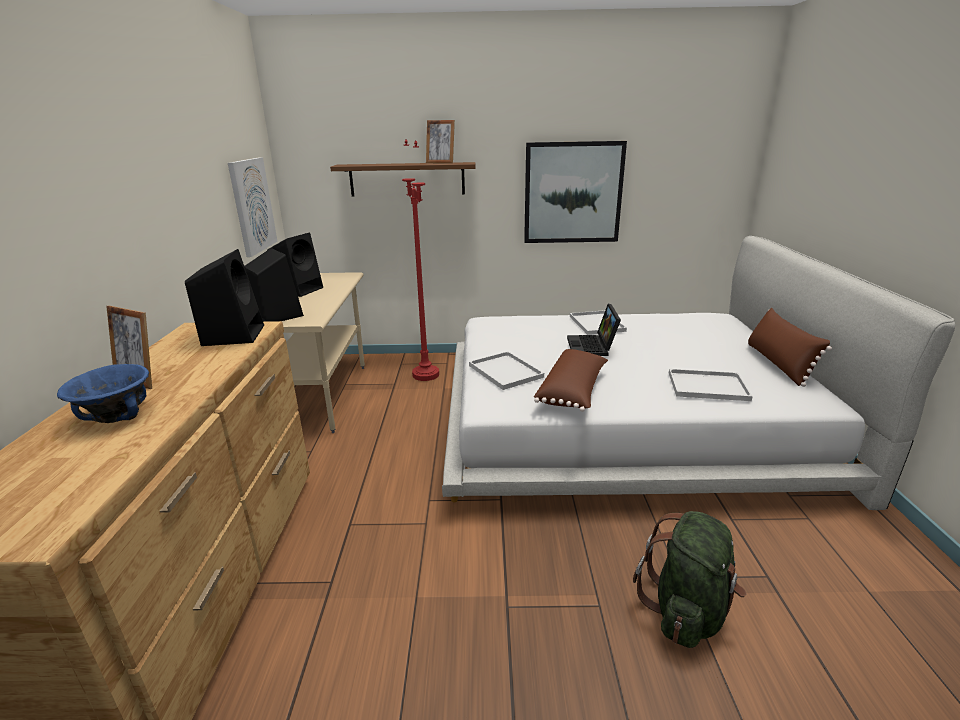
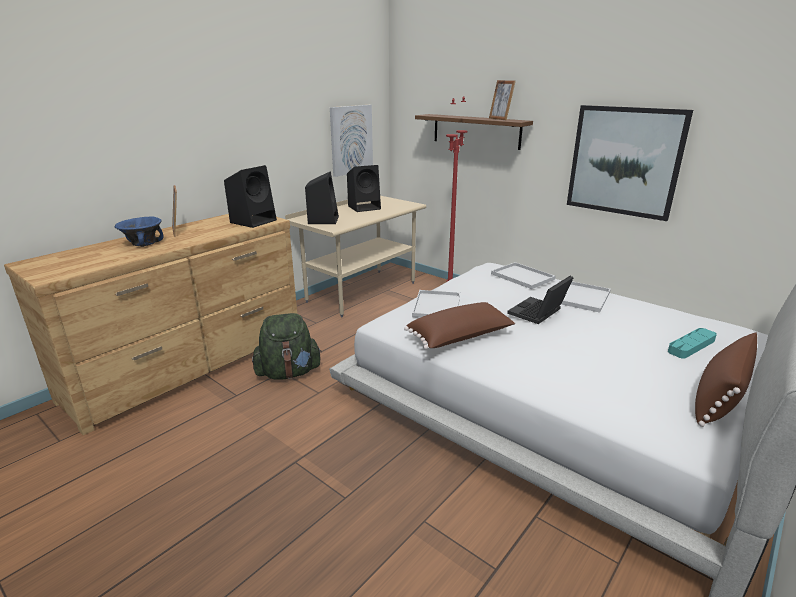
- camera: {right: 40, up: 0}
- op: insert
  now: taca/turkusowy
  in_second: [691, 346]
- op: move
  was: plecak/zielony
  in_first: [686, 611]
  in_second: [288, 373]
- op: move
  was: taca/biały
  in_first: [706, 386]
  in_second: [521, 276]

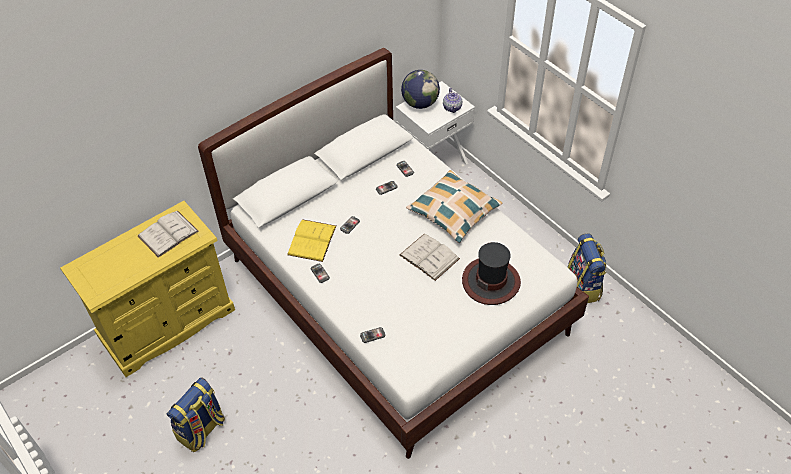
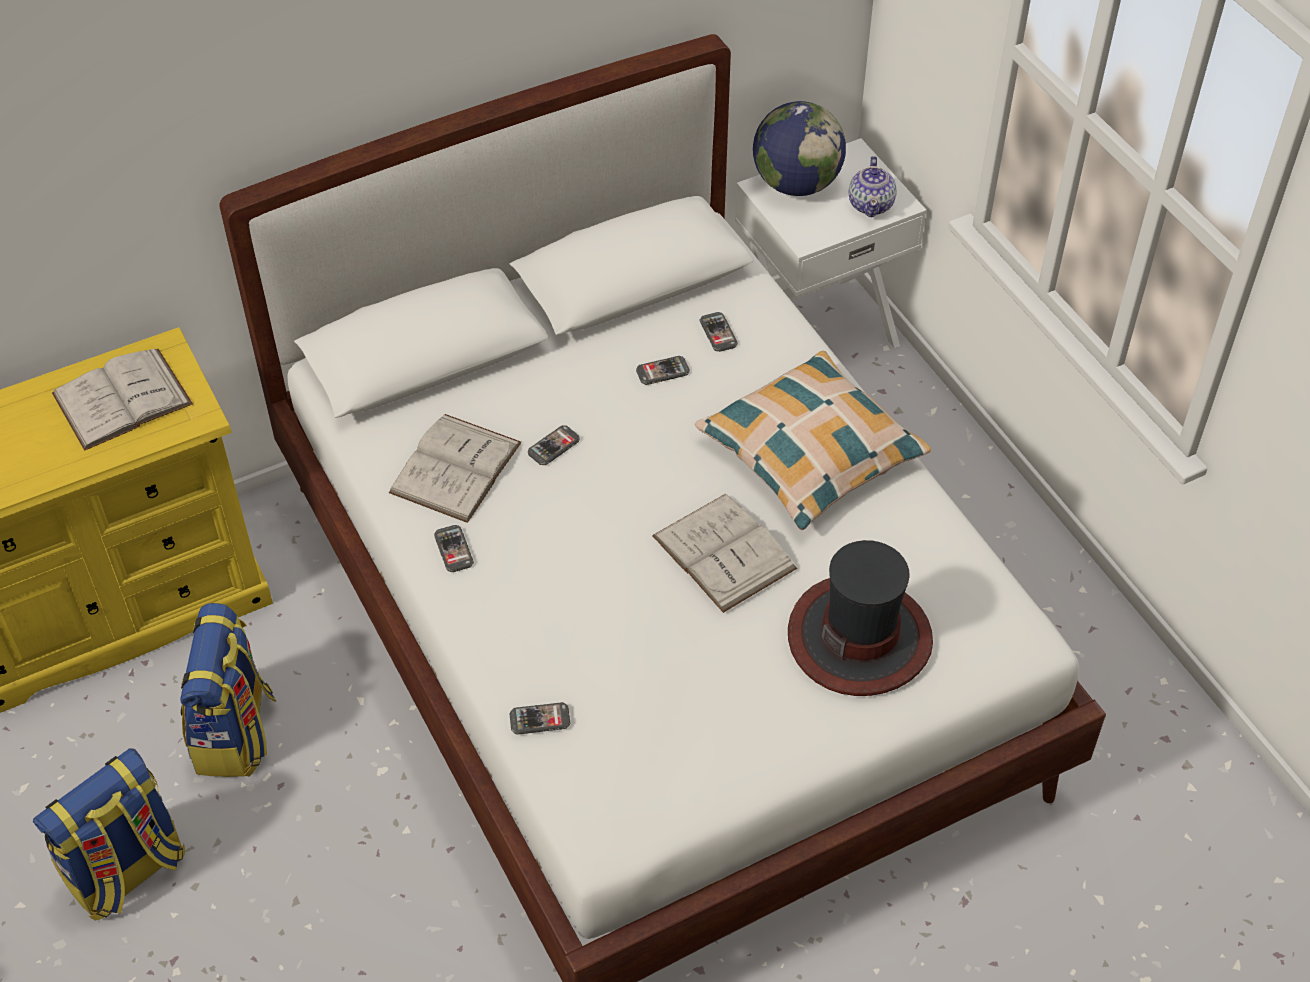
- camera: {right: 10, up: 0}
- op: move
  was: plecak
  in_first: [583, 287]
  in_second: [235, 734]
- op: recolor
  was: książka/żółty
  now: książka/biały
  in_first: [312, 240]
  in_second: [456, 467]

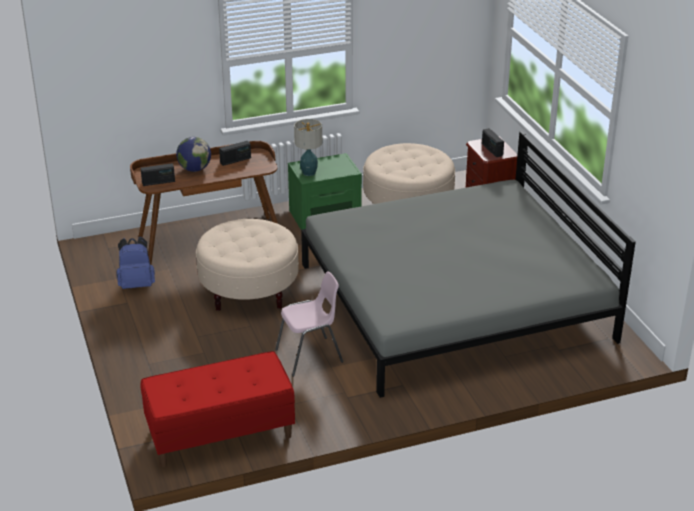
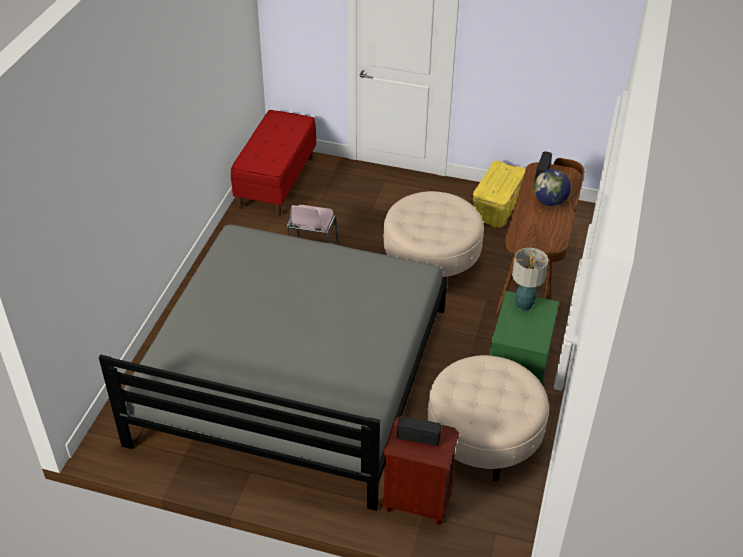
- camera: {right: 125, up: 10}
- op: delete
  was: radio
  in_first: [235, 160]
- op: replace
  was: plecak/niebieski
  now: pojemnik do przechowywania/żółty
  in_first: [137, 284]
  in_second: [496, 210]

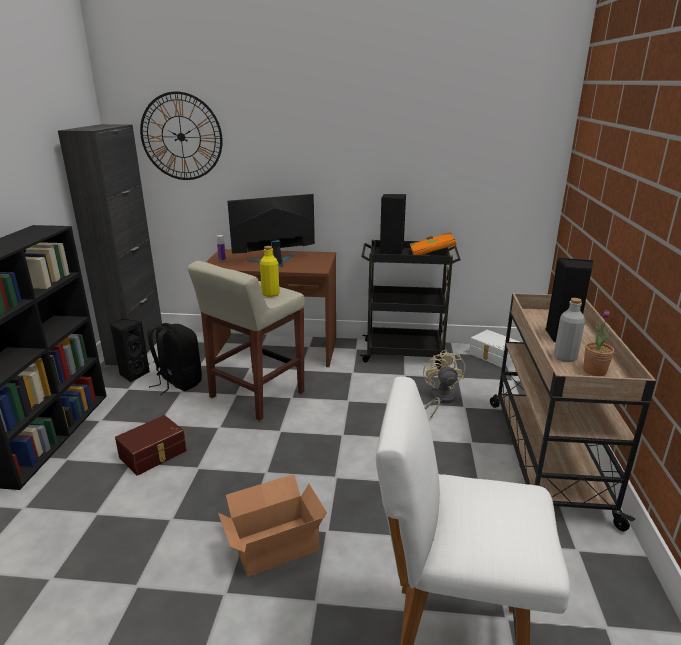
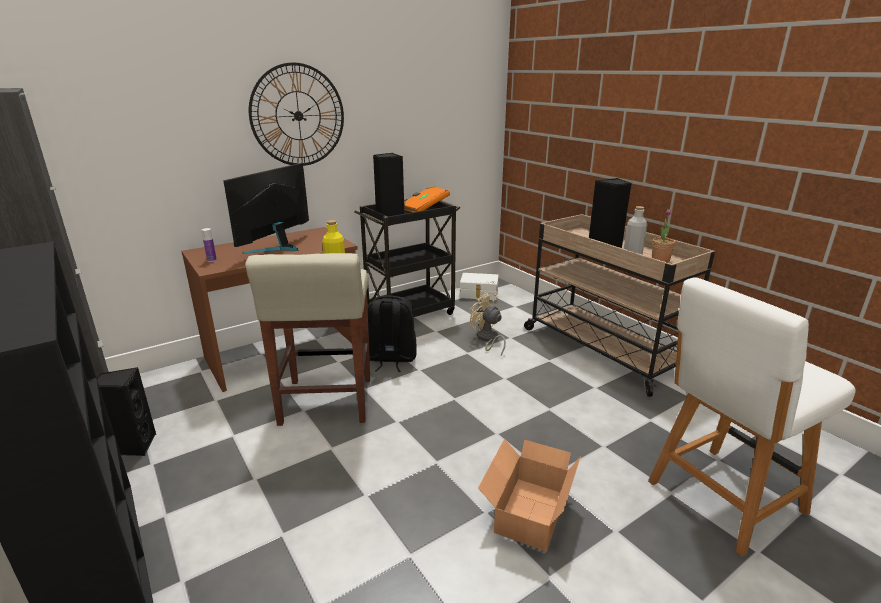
- camera: {right: -40, up: 0}
- op: delete
  was: pojemnik do przechowywania/brązowy
  in_first: [154, 454]
- op: move
  was: zegar ścienny
  in_first: [181, 137]
  in_second: [298, 115]
- op: move
  was: plecak/czarny
  in_first: [178, 383]
  in_second: [391, 359]

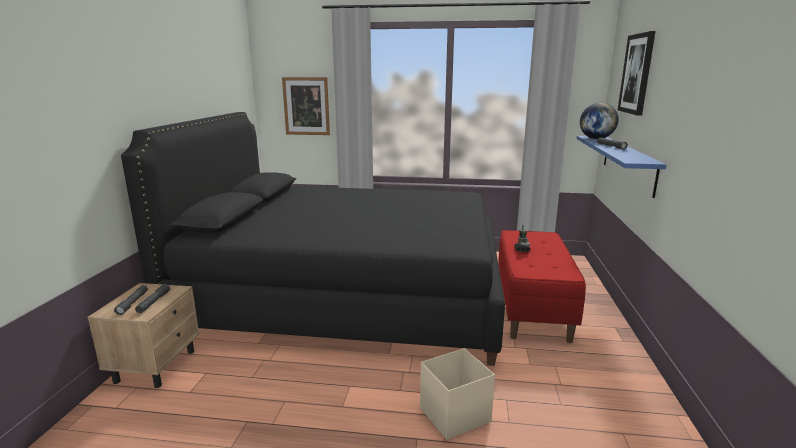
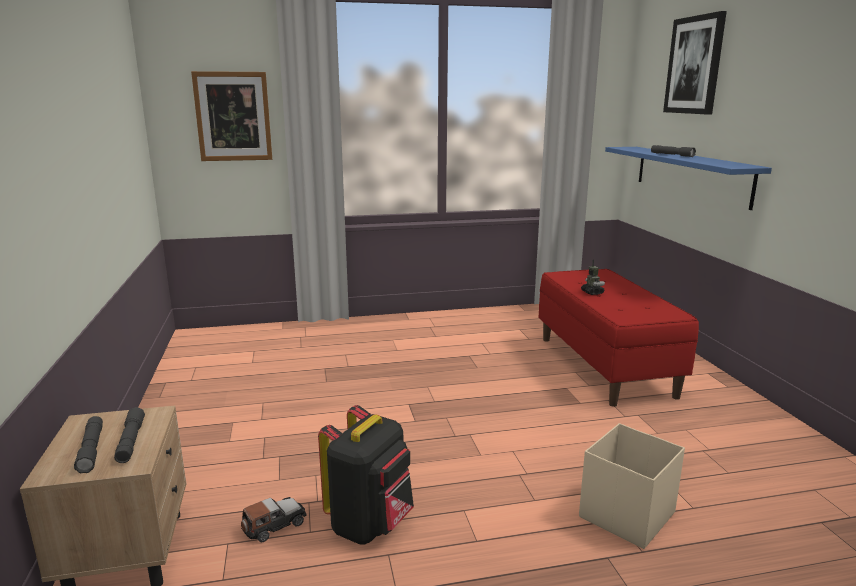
- camera: {right: -20, up: 0}
- op: delete
  was: łóżko/czarny
  in_first: [348, 296]
- op: delete
  was: globus
  in_first: [596, 139]
- op: insert
  now: samochodzik
  in_second: [274, 525]
- op: insert
  now: plecak/czarny
  in_second: [370, 524]

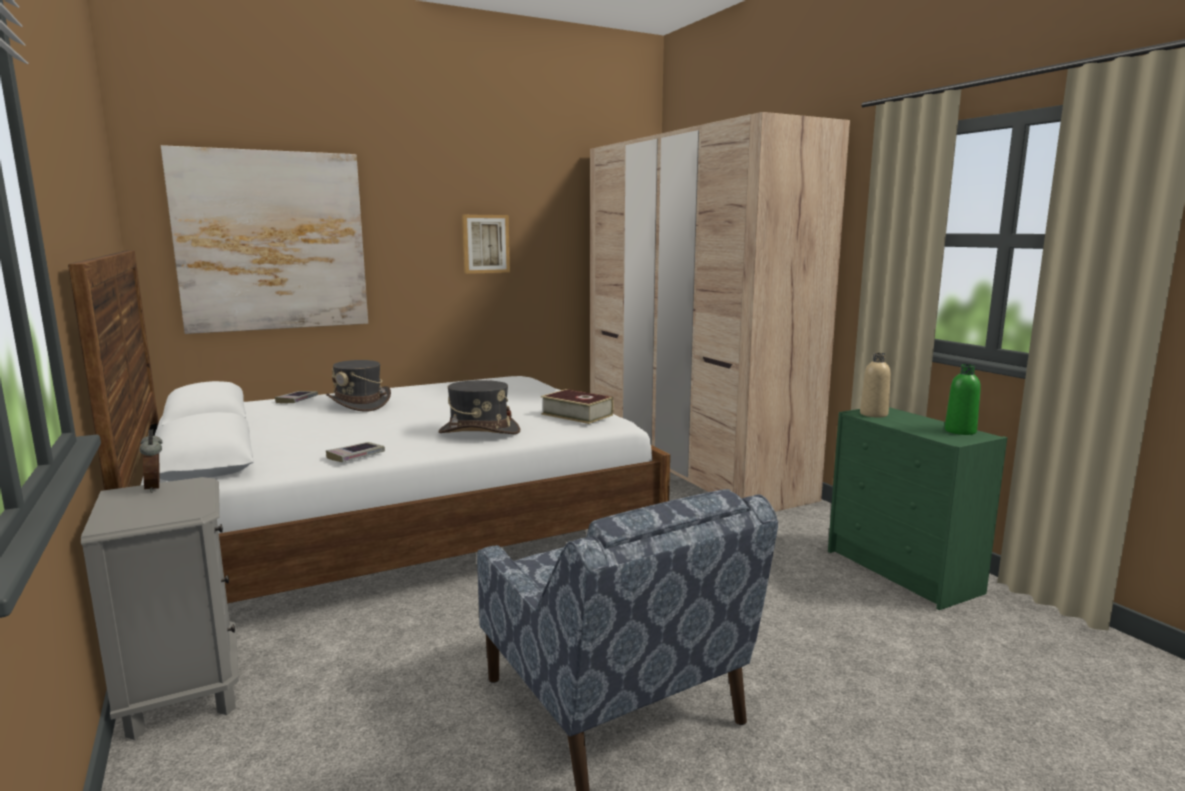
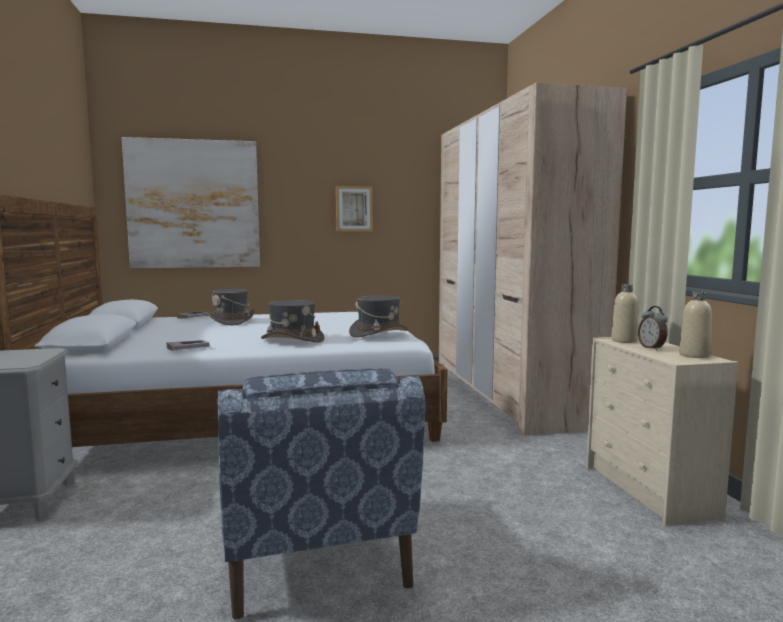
- camera: {right: 15, up: -5}
- op: move
  was: budzik
  in_first: [156, 487]
  in_second: [652, 348]
- op: replace
  was: książka
  now: kapelusz/szary
  in_first: [577, 414]
  in_second: [378, 333]
- op: recolor
  was: komoda/zielony
  now: komoda/beżowy
  in_first: [904, 572]
  in_second: [650, 491]
- op: recolor
  was: butelka/zielony
  now: butelka/beżowy
  in_first: [960, 431]
  in_second: [694, 355]

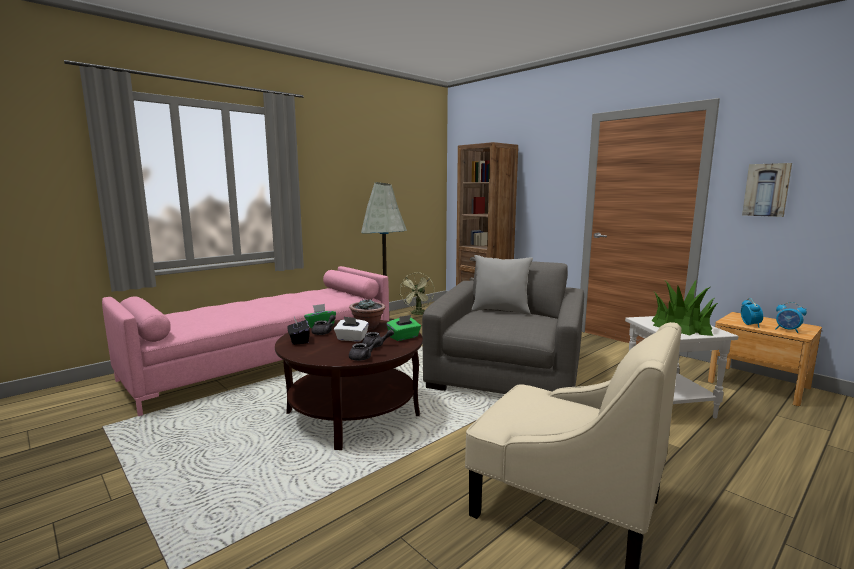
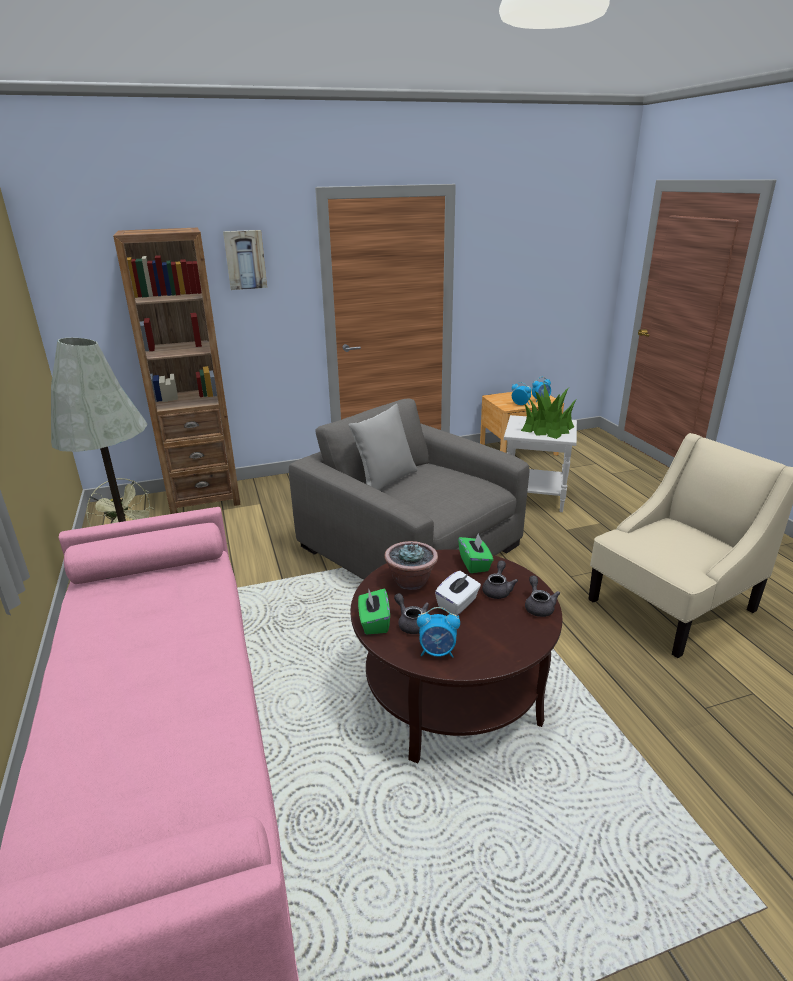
- camera: {right: -65, up: 15}
- op: move
  was: obraz
  in_first: [766, 190]
  in_second: [245, 260]
- op: replace
  was: pudełko chusteczek/czarny
  now: budzik
  in_first: [298, 340]
  in_second: [437, 652]

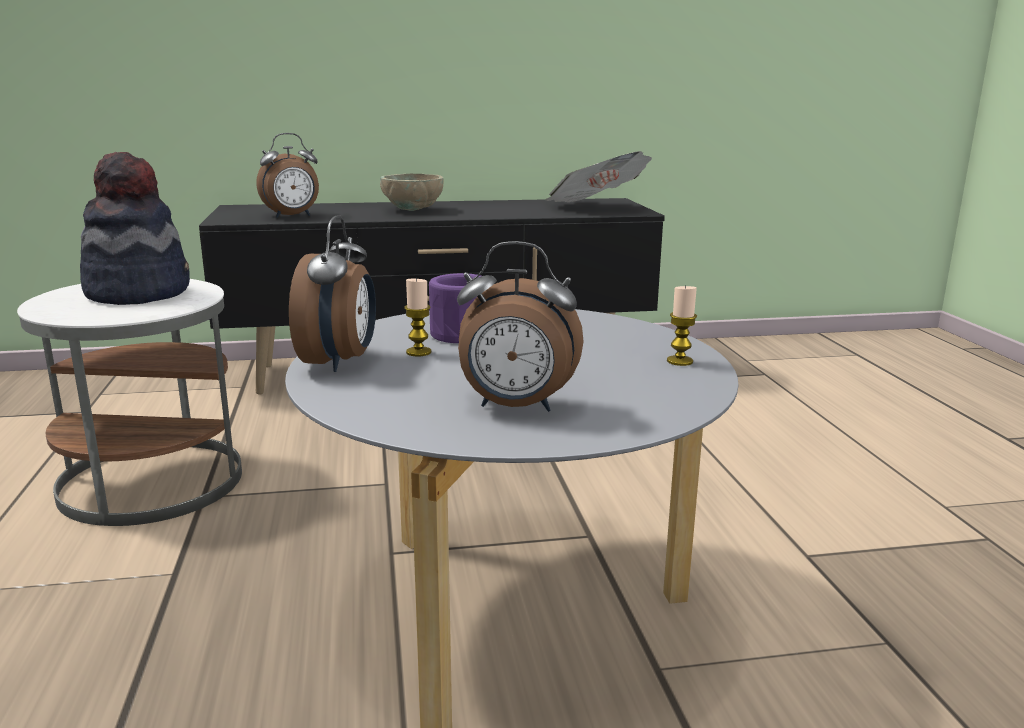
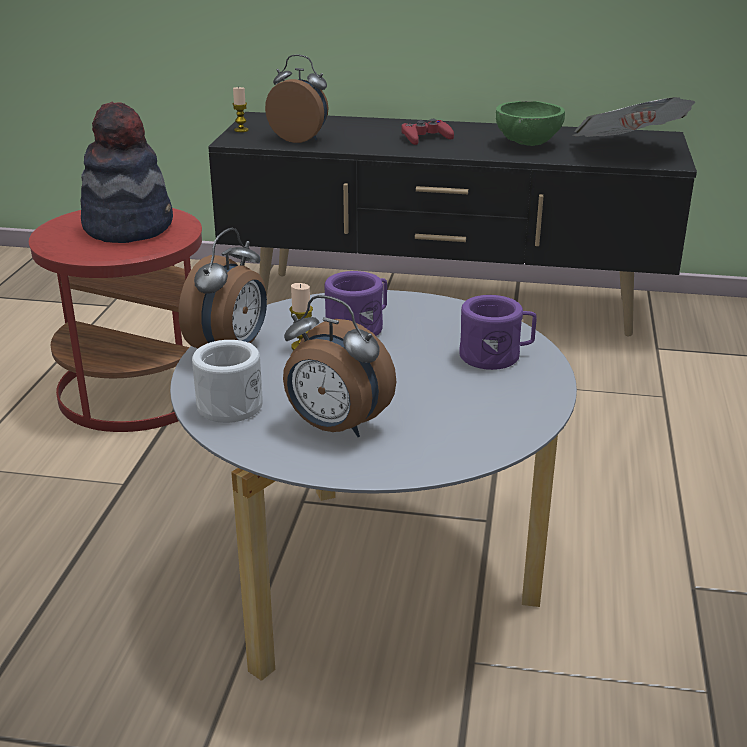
- camera: {right: 20, up: 10}
- op: insert
  now: kubek/biały
  in_second: [234, 403]
- op: insert
  now: kubek/fioletowy
  in_second: [496, 356]
- op: insert
  now: miska/zielony
  in_second: [528, 144]
- op: move
  was: świeca
  in_first: [679, 361]
  in_second: [241, 130]
- op: replace
  was: miska/beżowy
  now: pad do gier/czerwony
  in_first: [413, 210]
  in_second: [425, 138]
- op: recolor
  was: stolik/biały
  now: stolik/czerwony
  in_first: [151, 481]
  in_second: [137, 390]
- op: rotate
  was: budzik
  in_first: [292, 216]
  in_second: [300, 139]
  clockwise: -150

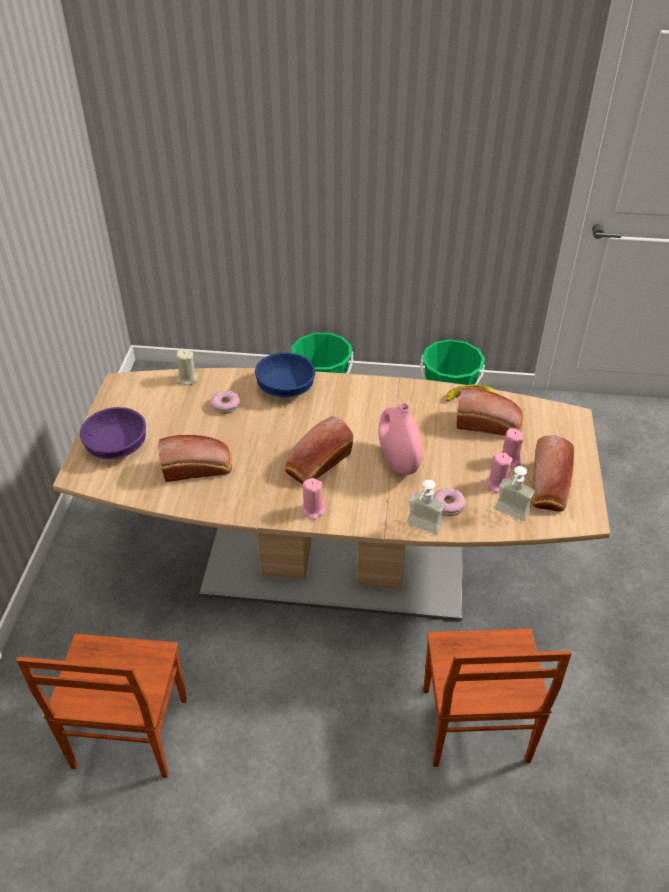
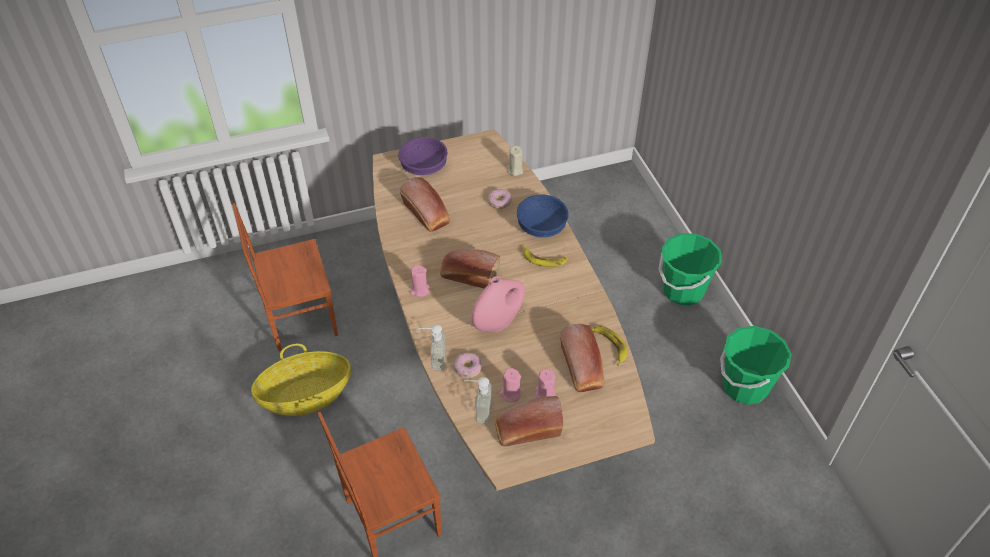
- camera: {right: 65, up: 5}
- op: insert
  now: koszyk
  in_second: [306, 396]
- op: insert
  now: banan
  in_second: [544, 259]

